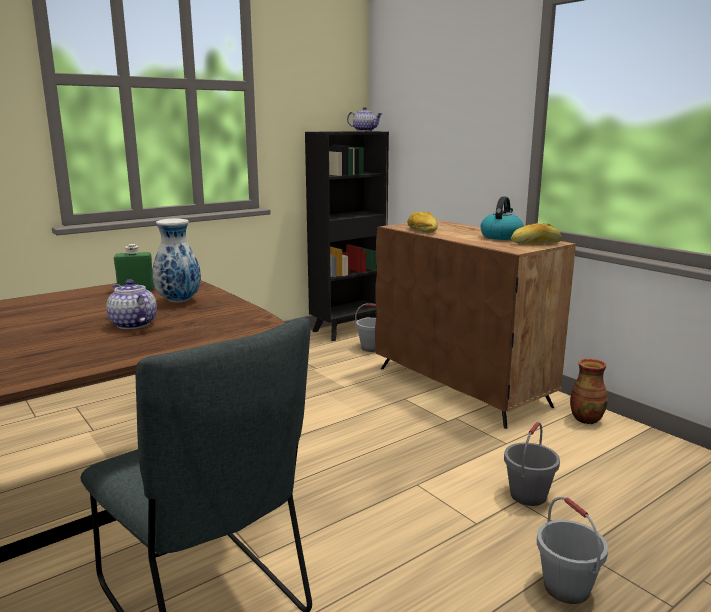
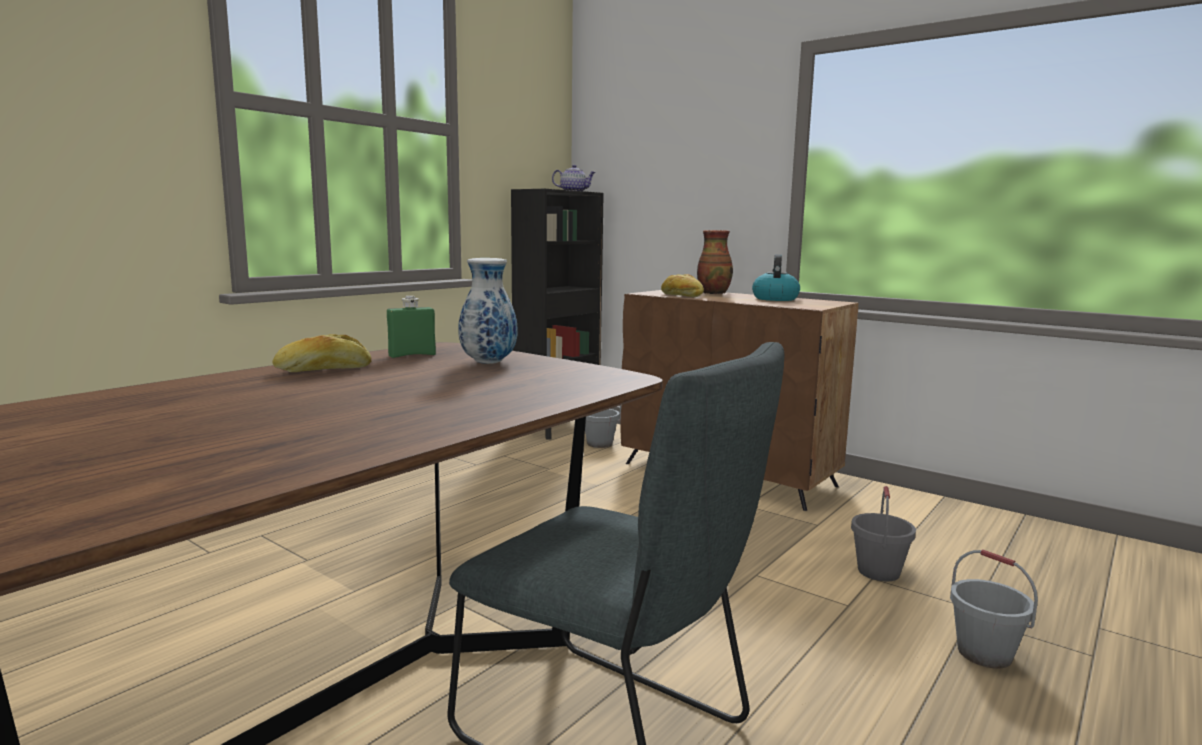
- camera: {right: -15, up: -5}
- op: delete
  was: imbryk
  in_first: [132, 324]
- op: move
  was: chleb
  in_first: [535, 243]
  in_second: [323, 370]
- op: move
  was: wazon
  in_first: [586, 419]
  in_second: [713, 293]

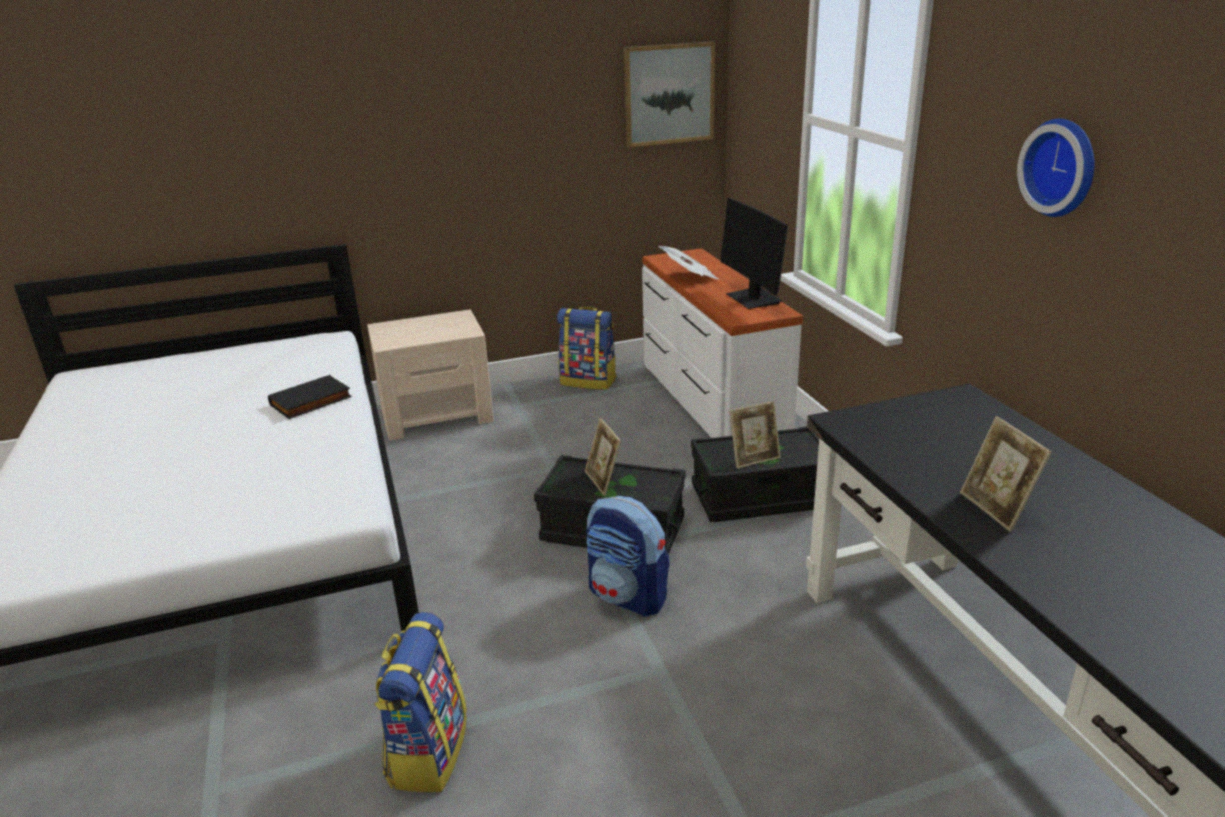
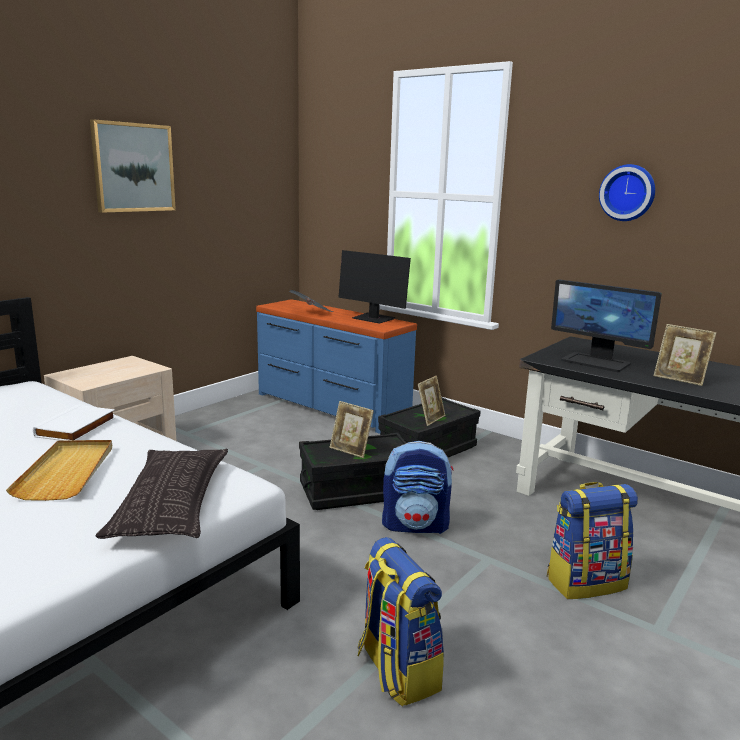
- camera: {right: -35, up: -10}
- op: insert
  now: taca/beżowy
  in_second: [67, 472]
- op: insert
  now: poduszka
  in_second: [171, 502]
- op: insert
  now: monitor
  in_second: [596, 362]
- op: move
  was: plecak
  in_first: [589, 381]
  in_second: [585, 582]
- op: move
  was: obraz
  in_first: [668, 94]
  in_second: [133, 167]
- op: recolor
  was: książka/czarny
  now: książka/biały
  in_first: [311, 402]
  in_second: [77, 428]
- op: recolor
  was: komoda/biały
  now: komoda/niebieski
  in_first: [710, 402]
  in_second: [330, 406]

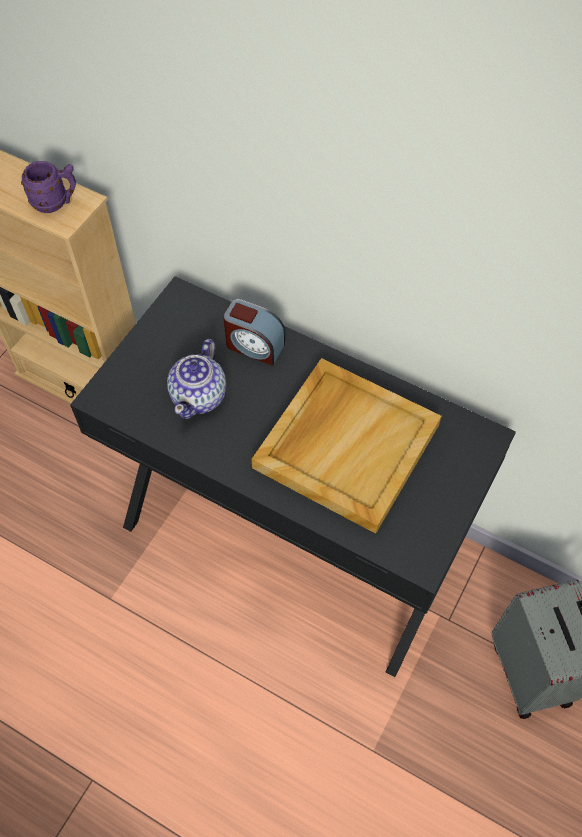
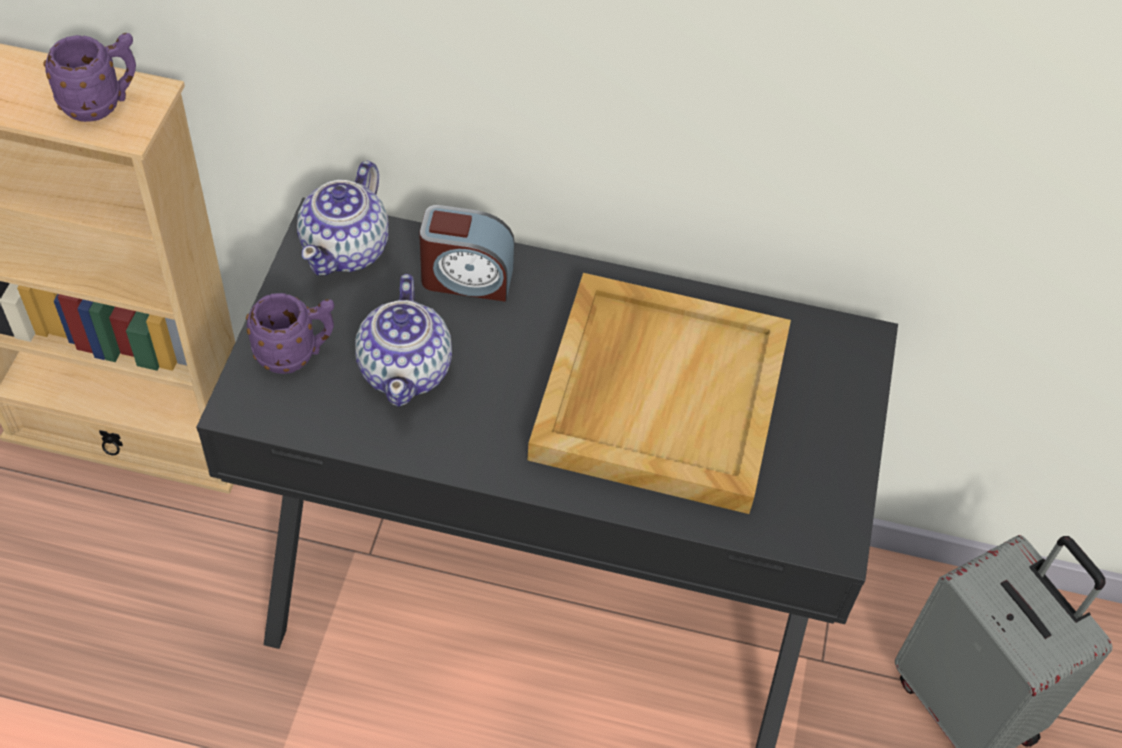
- camera: {right: -20, up: -5}
- op: insert
  now: kubek/fioletowy
  in_second: [296, 354]
- op: insert
  now: imbryk
  in_second: [347, 249]

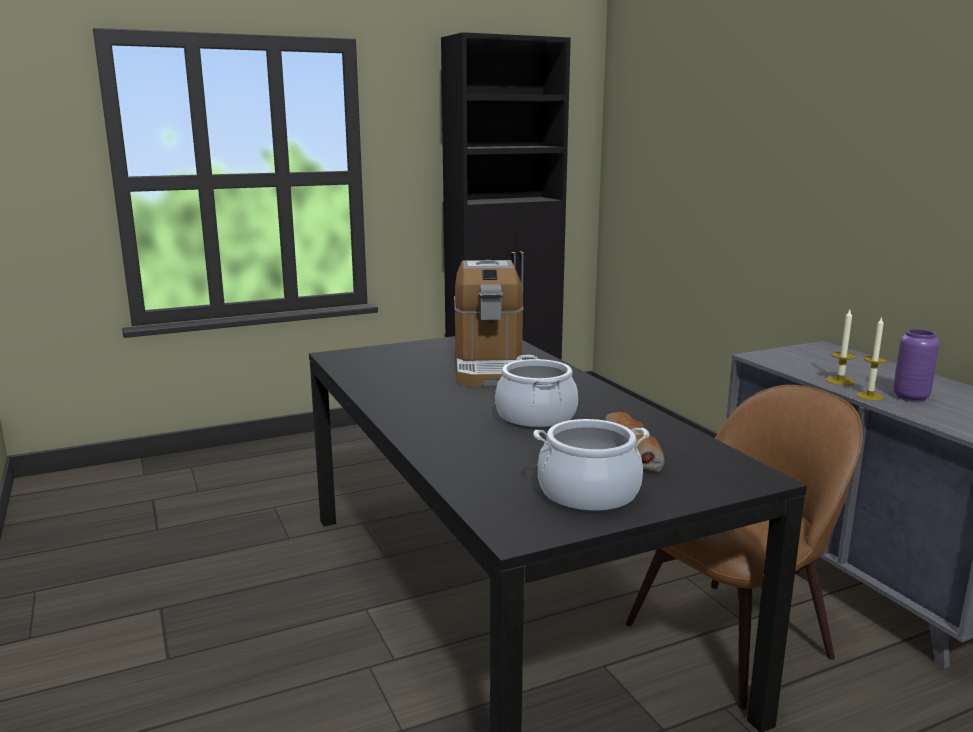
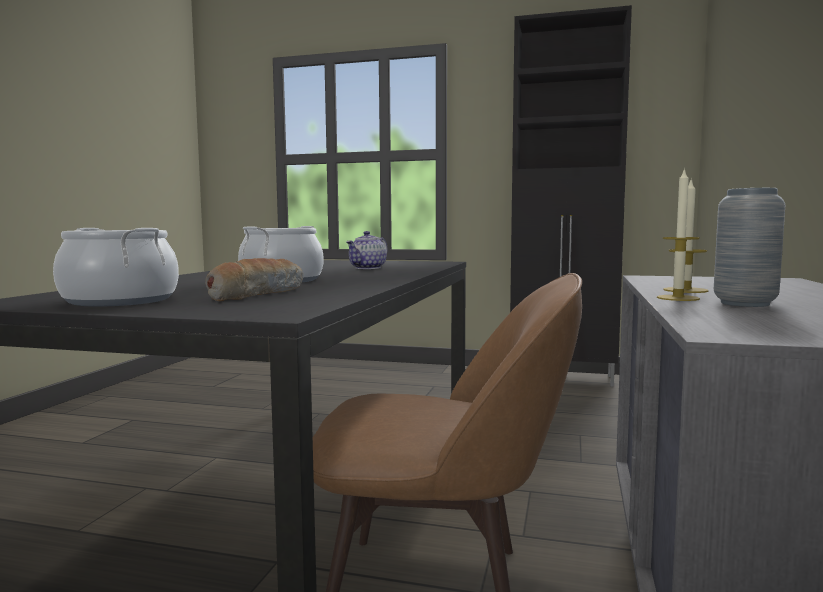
- camera: {right: 40, up: -10}
- op: replace
  was: ekspres do kawy
  now: imbryk
  in_first: [489, 368]
  in_second: [368, 268]
- op: recolor
  was: wazon/fioletowy
  now: wazon/szary
  in_first: [910, 397]
  in_second: [744, 304]

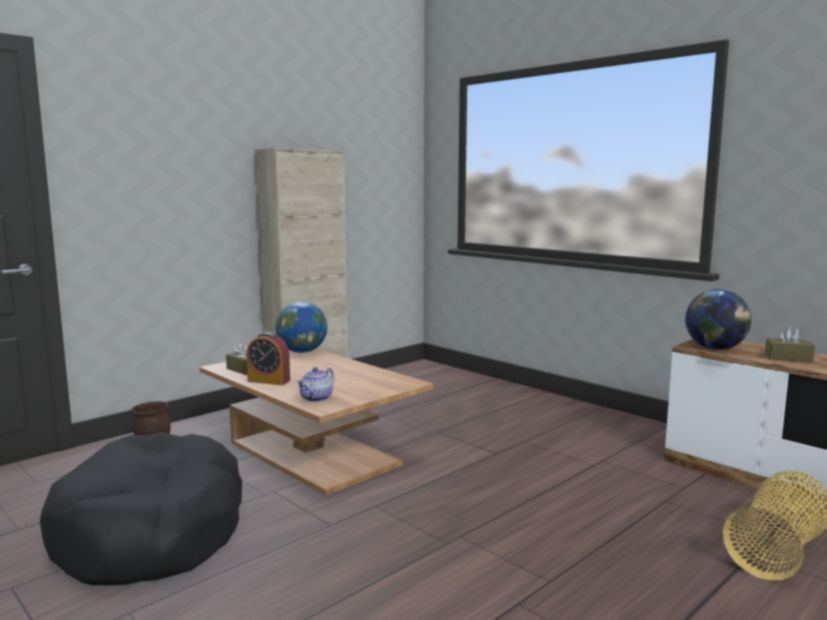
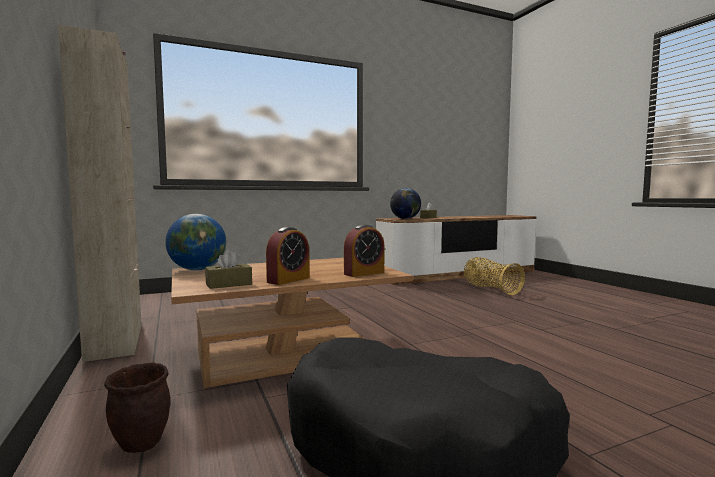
- camera: {right: -70, up: -5}
- op: replace
  was: imbryk
  now: budzik
  in_first: [316, 398]
  in_second: [364, 273]

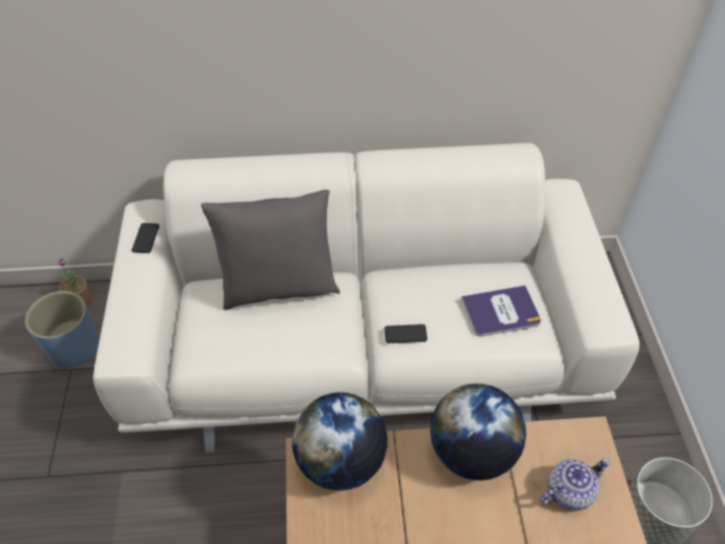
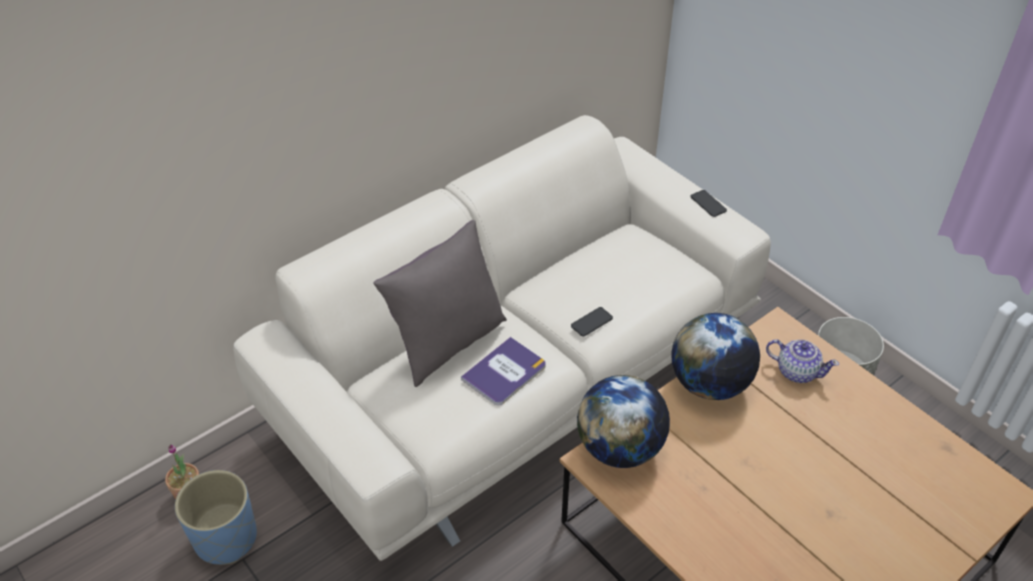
- camera: {right: -35, up: -5}
- op: move
  was: telefon
  in_first: [146, 238]
  in_second: [708, 203]
- op: move
  was: książka
  in_first: [500, 312]
  in_second: [504, 372]
- op: rotate
  was: imbryk
  in_first: [568, 491]
  in_second: [796, 371]
  clockwise: 90

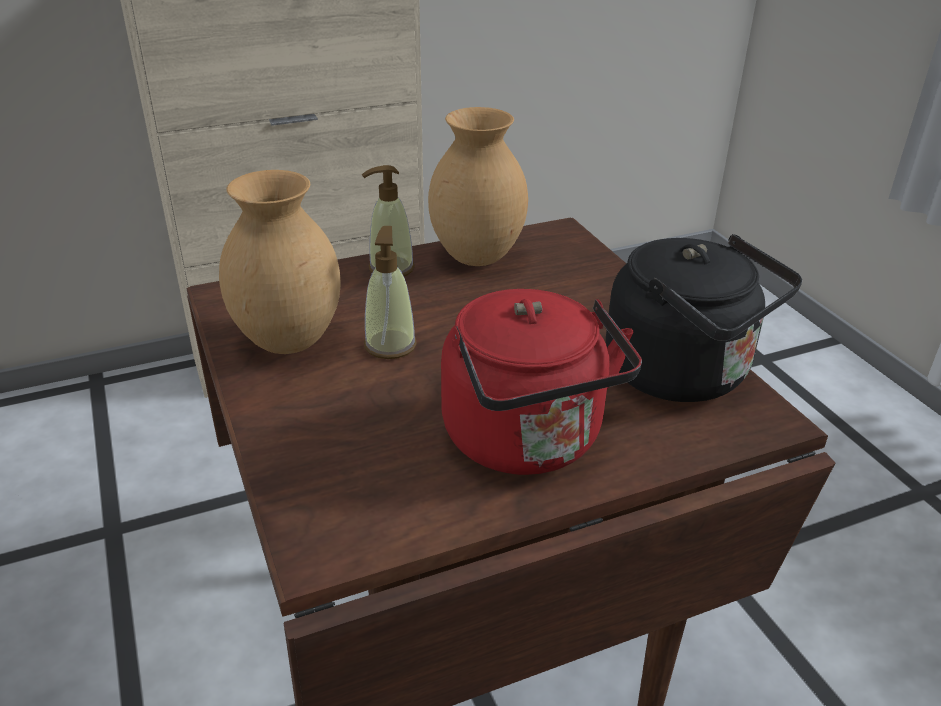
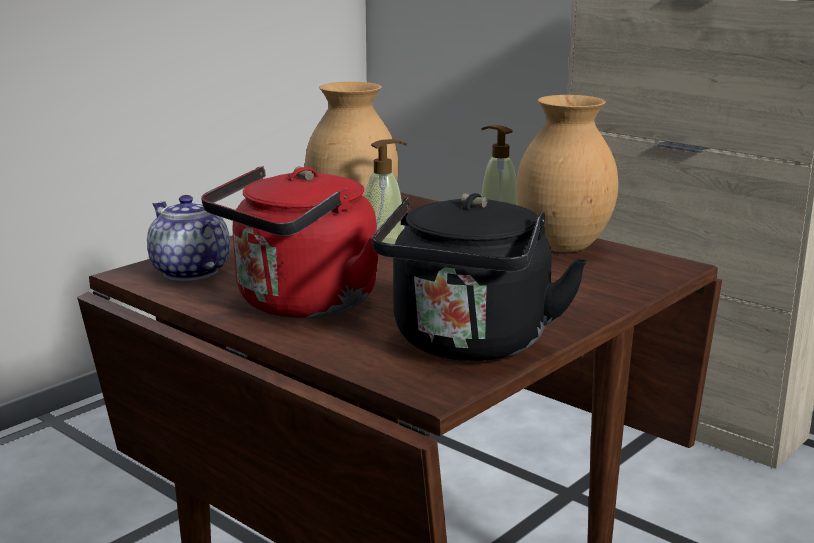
- camera: {right: 65, up: -15}
- op: insert
  now: imbryk
  in_second: [189, 272]

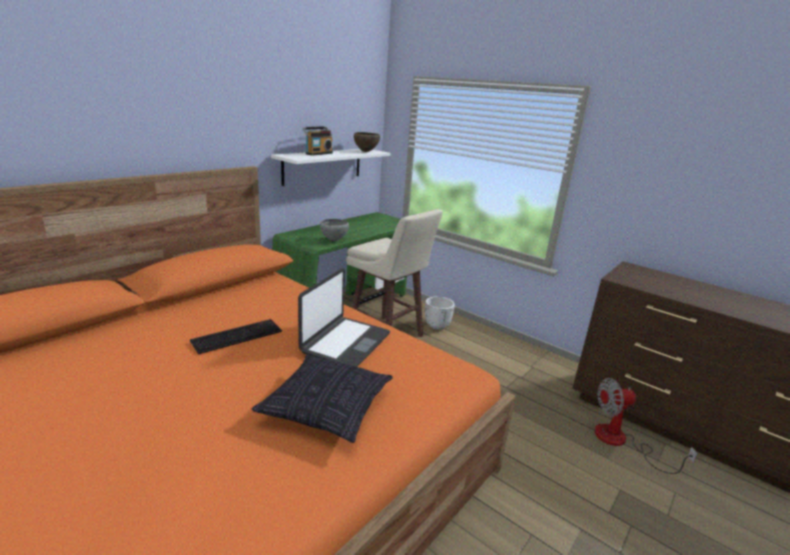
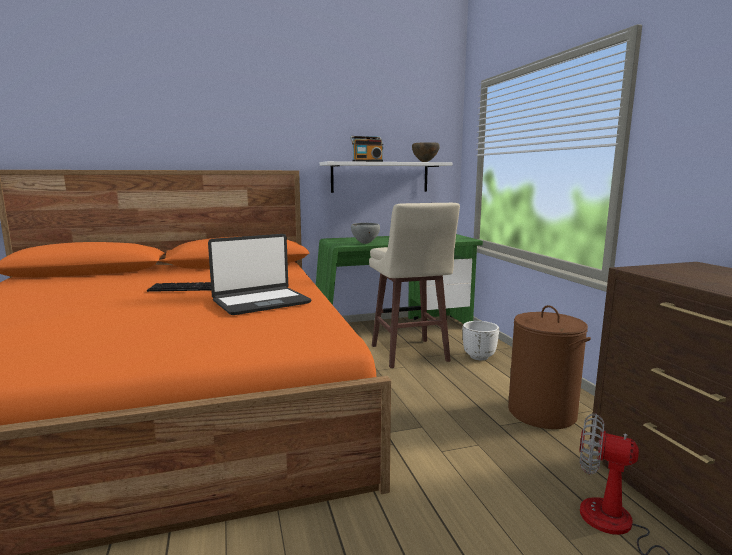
- camera: {right: 35, up: -10}
- op: delete
  was: poduszka
  in_first: [327, 408]
- op: insert
  now: kosz na pranie/brązowy
  in_second: [542, 413]

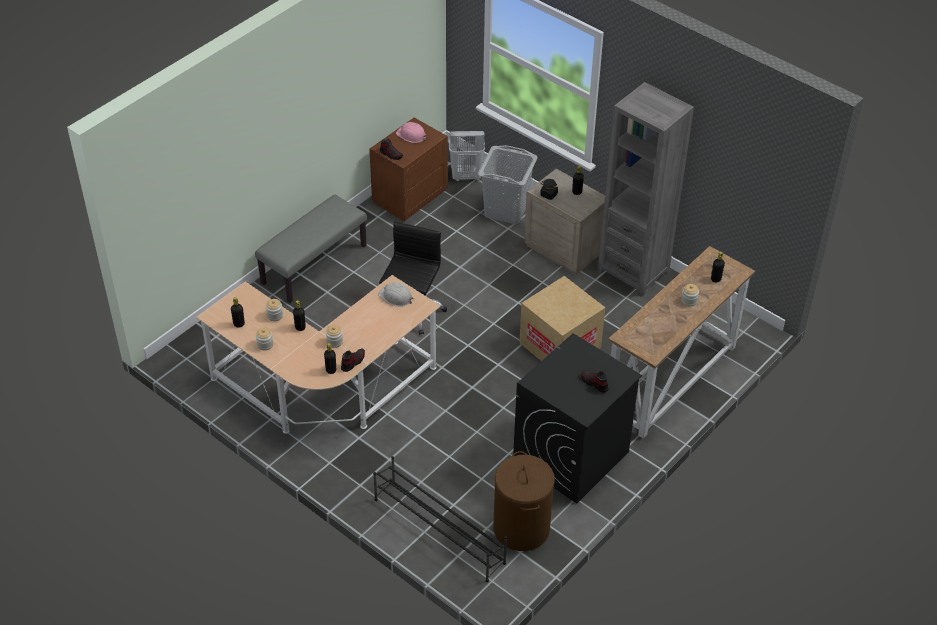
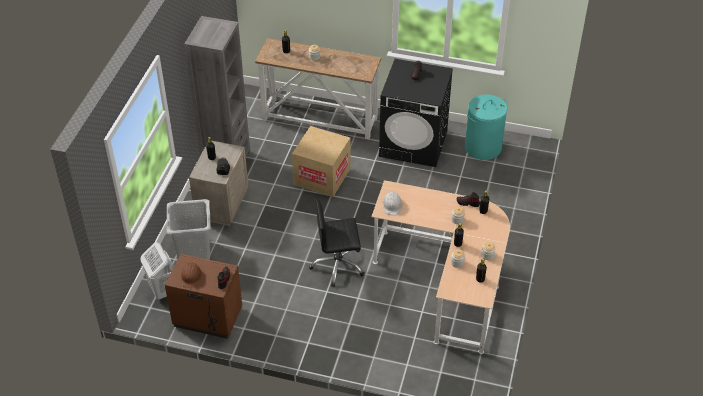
- camera: {right: -115, up: 0}
- op: delete
  was: ławka/szary
  in_first: [314, 264]
- op: delete
  was: regał na buty/czarny
  in_first: [438, 530]
- op: recolor
  was: kask/różowy
  now: kask/brązowy
  in_first: [411, 135]
  in_second: [191, 276]
- op: recolor
  was: kosz na pranie/brązowy
  now: kosz na pranie/turkusowy
  in_first: [521, 528]
  in_second: [483, 147]

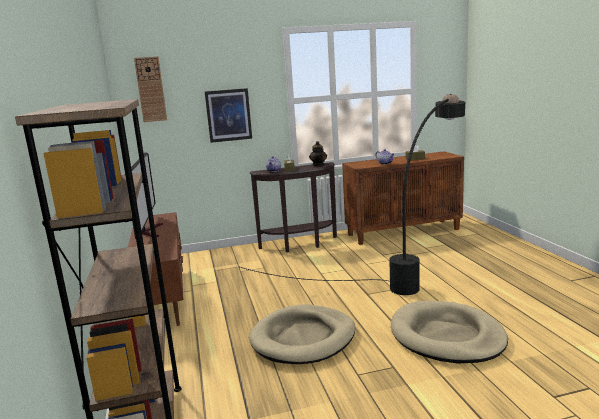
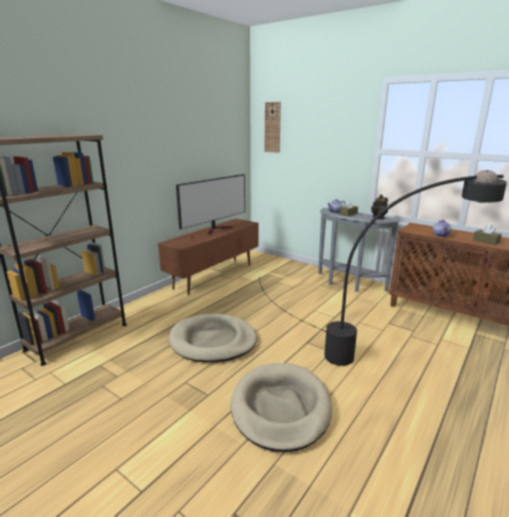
- camera: {right: 50, up: 5}
- op: delete
  was: obraz
  in_first: [228, 115]
- op: recolor
  was: stolik konsolowy/brązowy
  now: stolik konsolowy/szary
  in_first: [300, 245]
  in_second: [348, 284]

